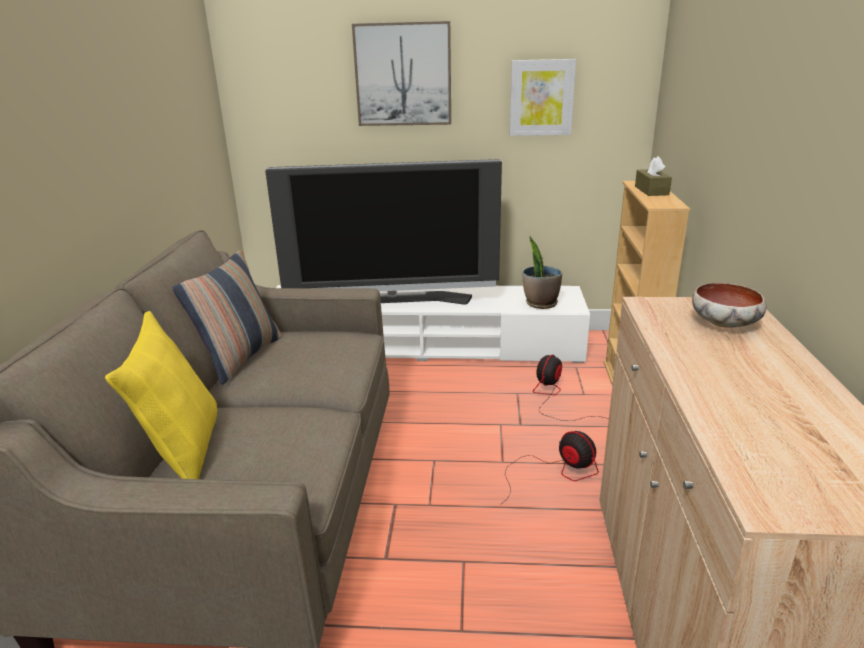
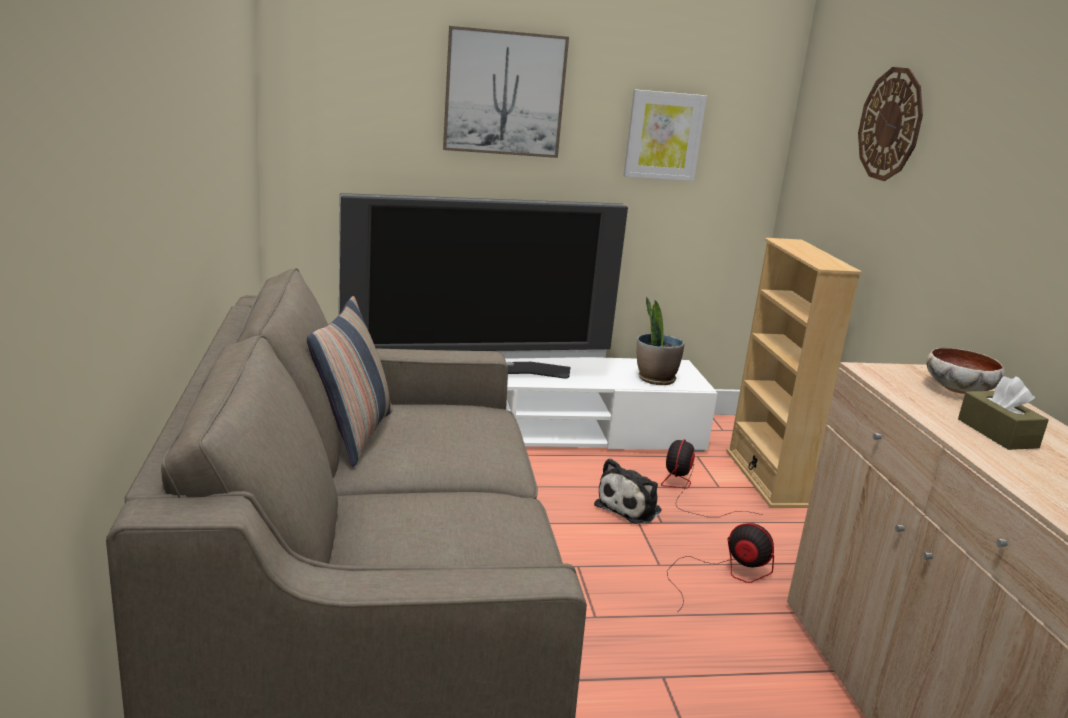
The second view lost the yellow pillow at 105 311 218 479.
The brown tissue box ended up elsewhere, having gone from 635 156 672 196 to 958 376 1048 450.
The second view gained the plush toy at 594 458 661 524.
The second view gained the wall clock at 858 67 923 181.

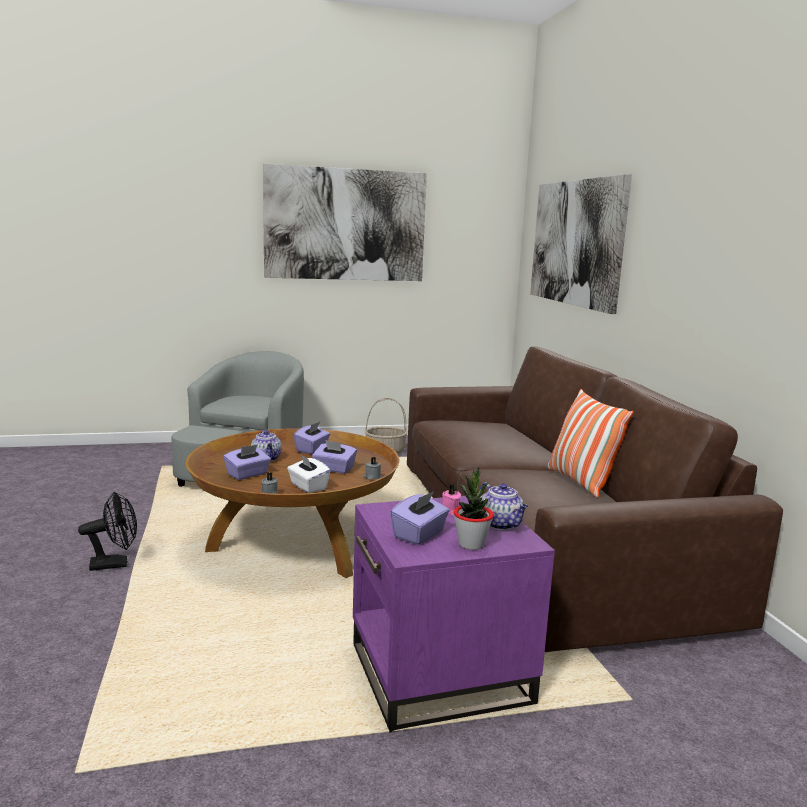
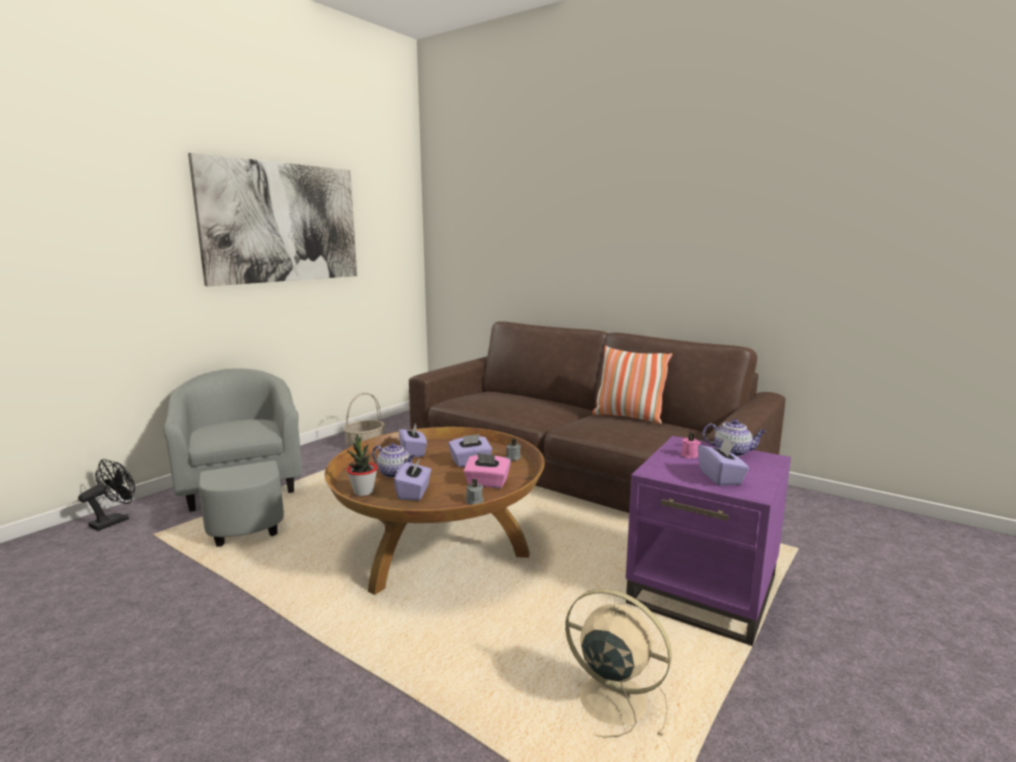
The black fan ended up elsewhere, having gone from 78 492 137 571 to 78 459 135 531.
What was the white tissue box at 287 455 330 493 turned into the pink tissue box at 464 453 511 488.
The potted plant ended up elsewhere, having gone from 453 466 494 550 to 347 434 378 496.
The second view lost the picture at 530 174 632 314.
The second view gained the beige fan at 565 589 672 738.

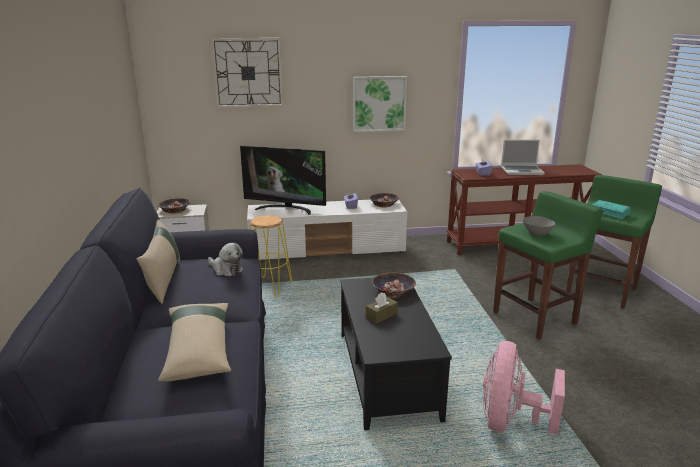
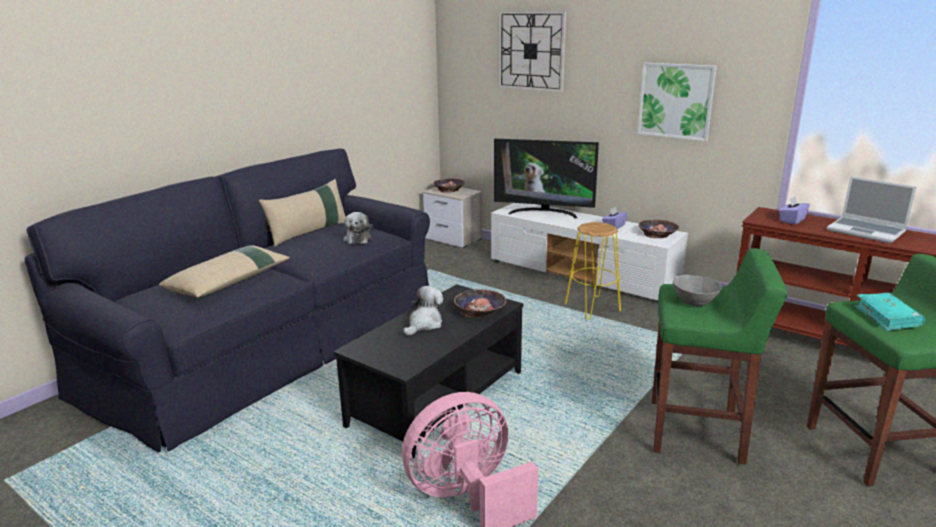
The television at 240 145 326 215 ended up facing another way, 45 degrees counterclockwise from before.
The yellow stool ended up elsewhere, having gone from 249 215 292 296 to 565 222 621 319.
Where the brown tissue box stood at 366 292 398 324, the plush toy came to stand at 403 286 443 336.

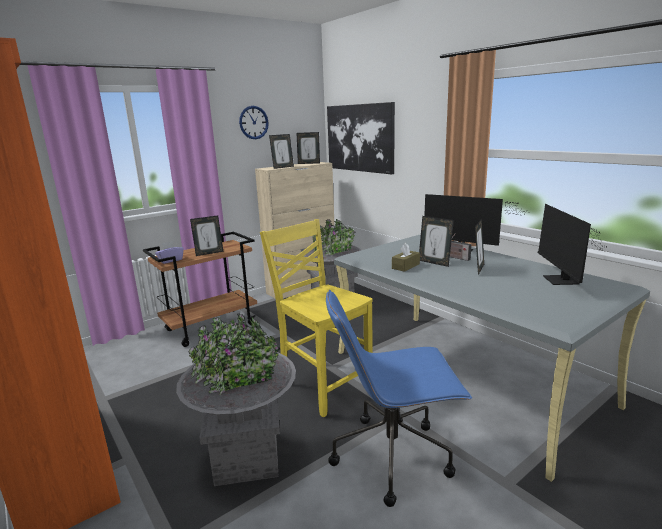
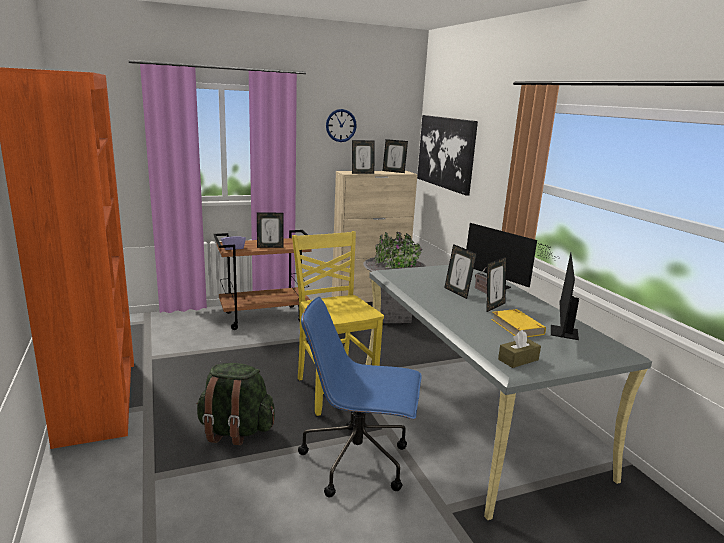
Where the grey planter stood at 176 314 296 486, the green backpack came to stand at 197 363 275 445.
The brown tissue box ended up elsewhere, having gone from 392 243 420 272 to 498 330 541 368.
The second view gained the yellow book at 491 309 546 337.

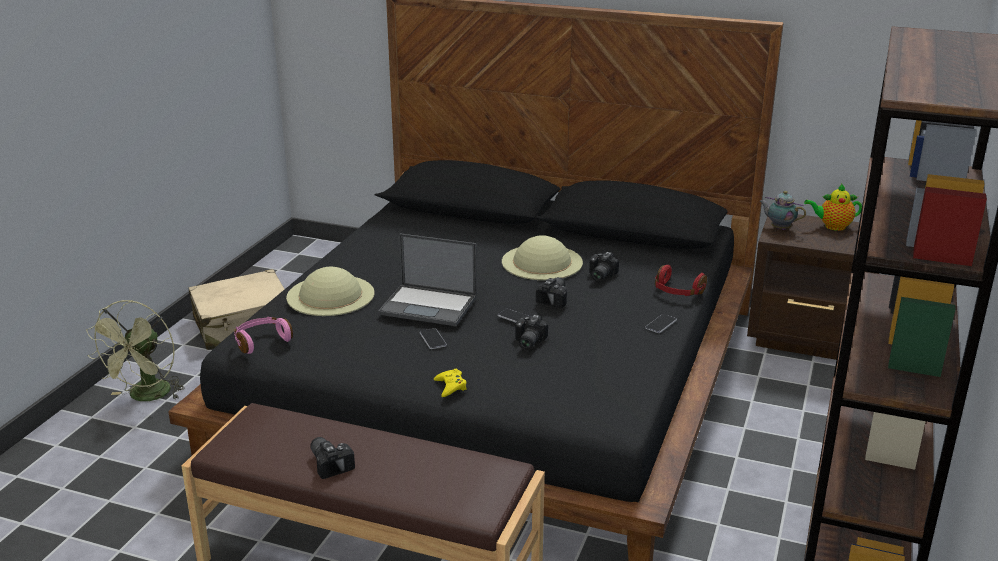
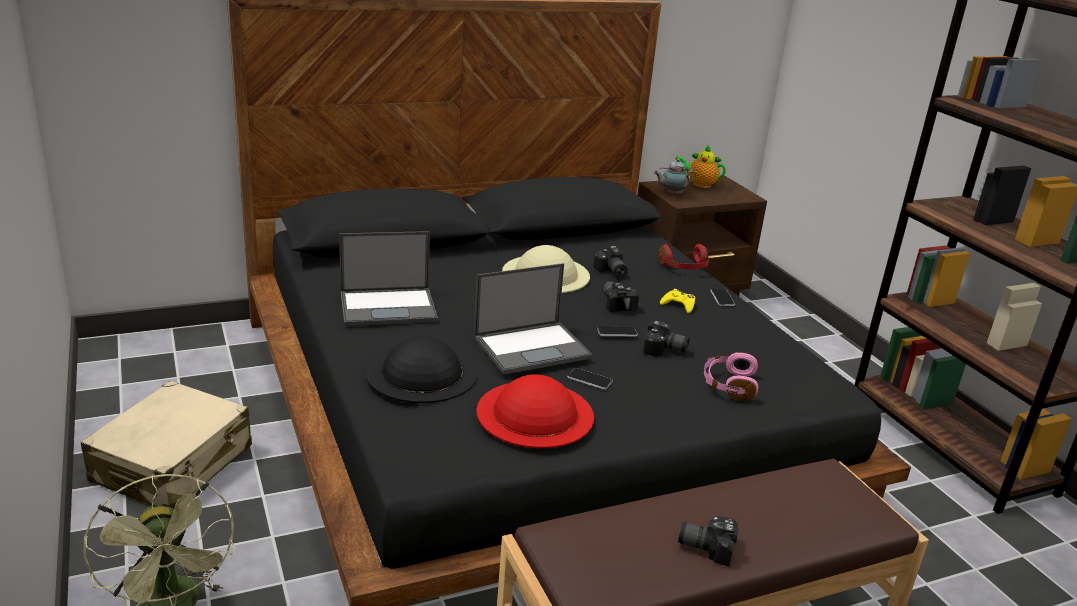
The pink headphones ended up elsewhere, having gone from 234 317 293 354 to 704 352 758 401.
What was the beige hat at 286 267 374 316 turned into the black hat at 365 336 478 403.
The yellow game controller ended up elsewhere, having gone from 434 369 467 397 to 660 289 695 313.
The photo camera at 515 314 548 350 ended up facing another way, 45 degrees counterclockwise from before.
The teapot at 804 184 862 231 ended up facing another way, 60 degrees clockwise from before.
The second view gained the laptop at 339 231 438 326.
The second view gained the red hat at 476 374 594 448.

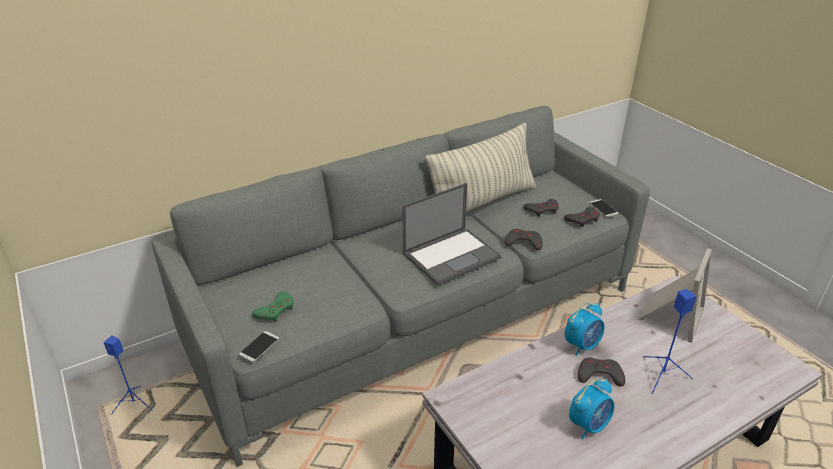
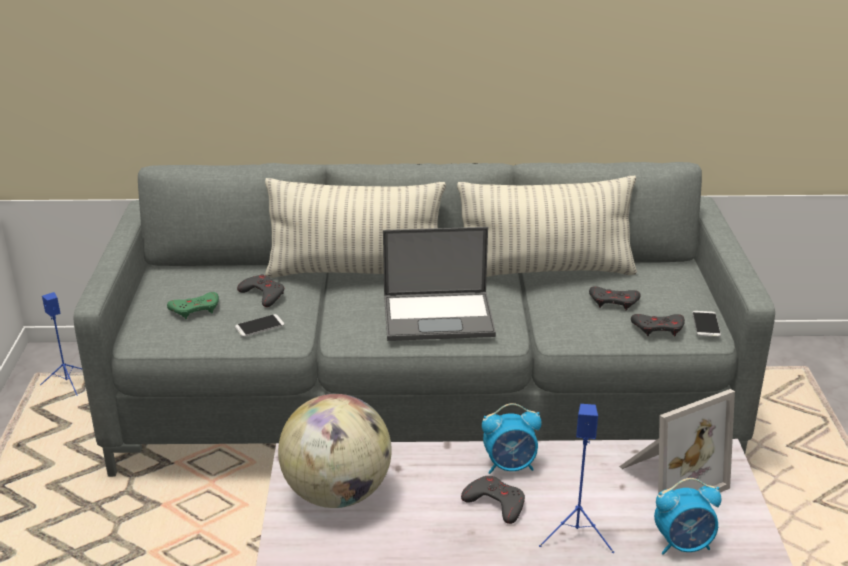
The phone ended up elsewhere, having gone from 239 331 279 362 to 235 314 285 337.
The grey game controller ended up elsewhere, having gone from 505 228 543 250 to 237 274 284 307.
The alarm clock ended up elsewhere, having gone from 569 378 614 440 to 654 478 721 555.
The second view gained the pillow at 265 178 446 278.
The second view gained the globe at 278 394 392 508.

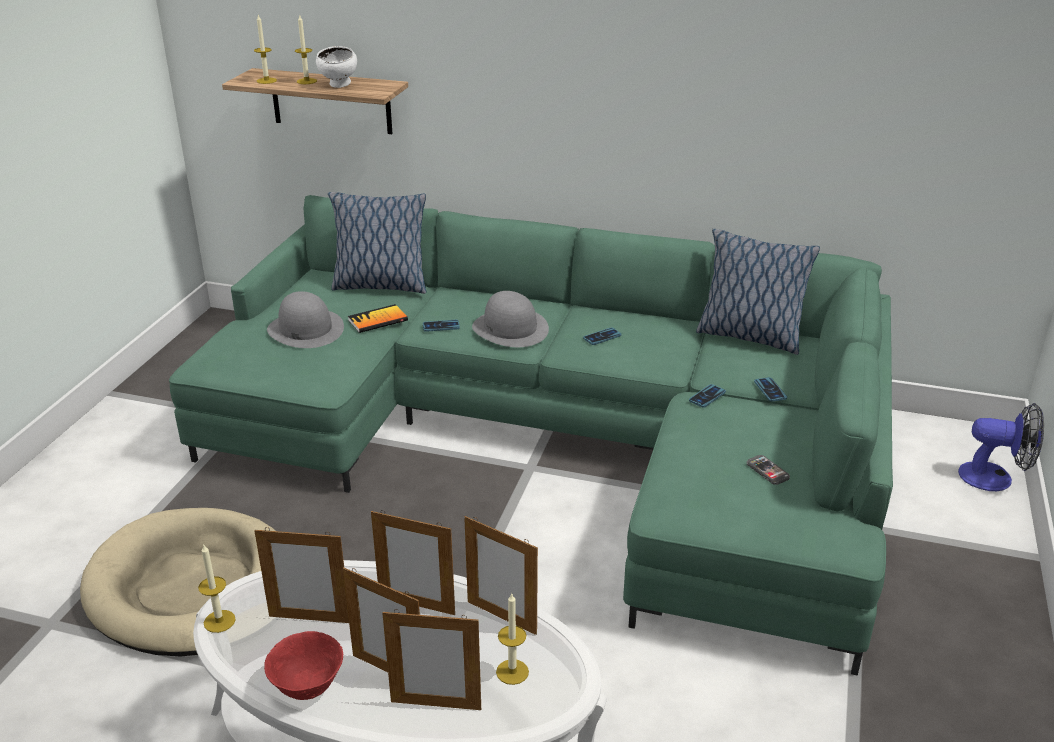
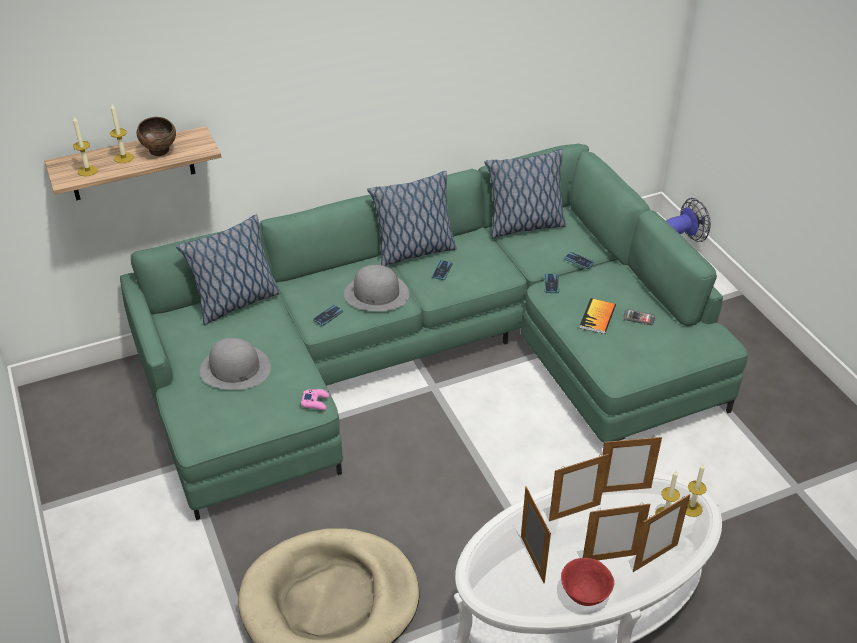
The candle ended up elsewhere, having gone from 198 545 236 633 to 686 463 706 517.
The picture frame at 254 527 349 623 ended up facing another way, 75 degrees counterclockwise from before.
What was the white bowl at 316 46 357 88 turned into the brown bowl at 137 117 176 156.
The book ended up elsewhere, having gone from 348 304 408 333 to 580 298 616 334.
The second view gained the pink game controller at 301 389 329 410.
The second view gained the pillow at 367 171 457 266.

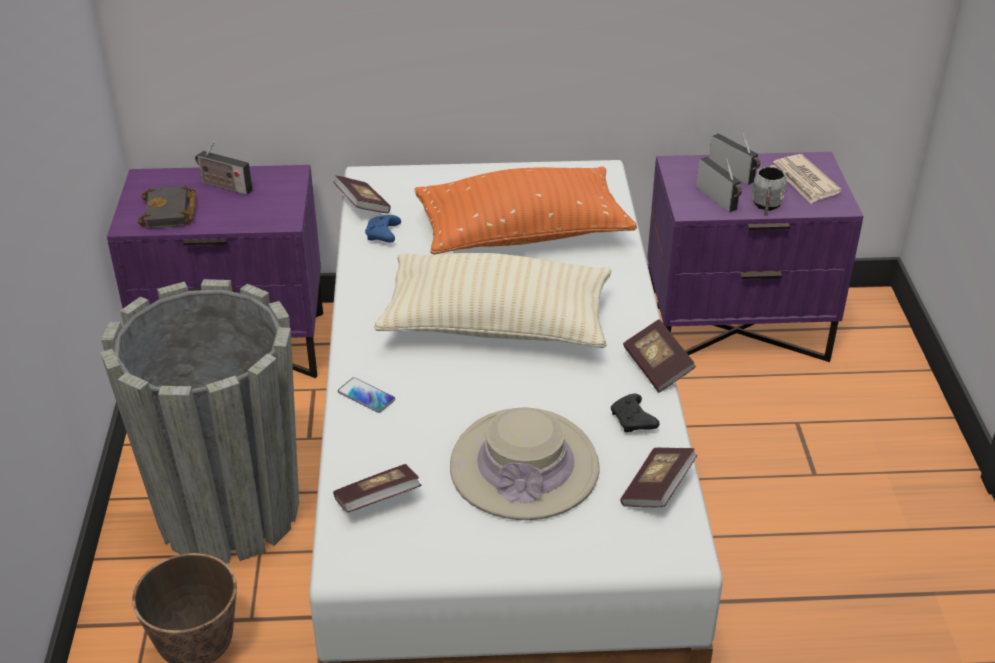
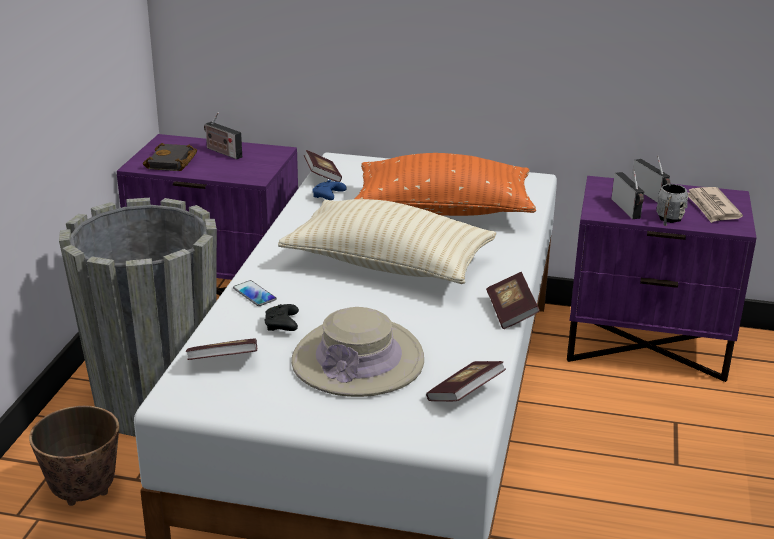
The black game controller ended up elsewhere, having gone from 611 394 659 432 to 264 304 299 331.

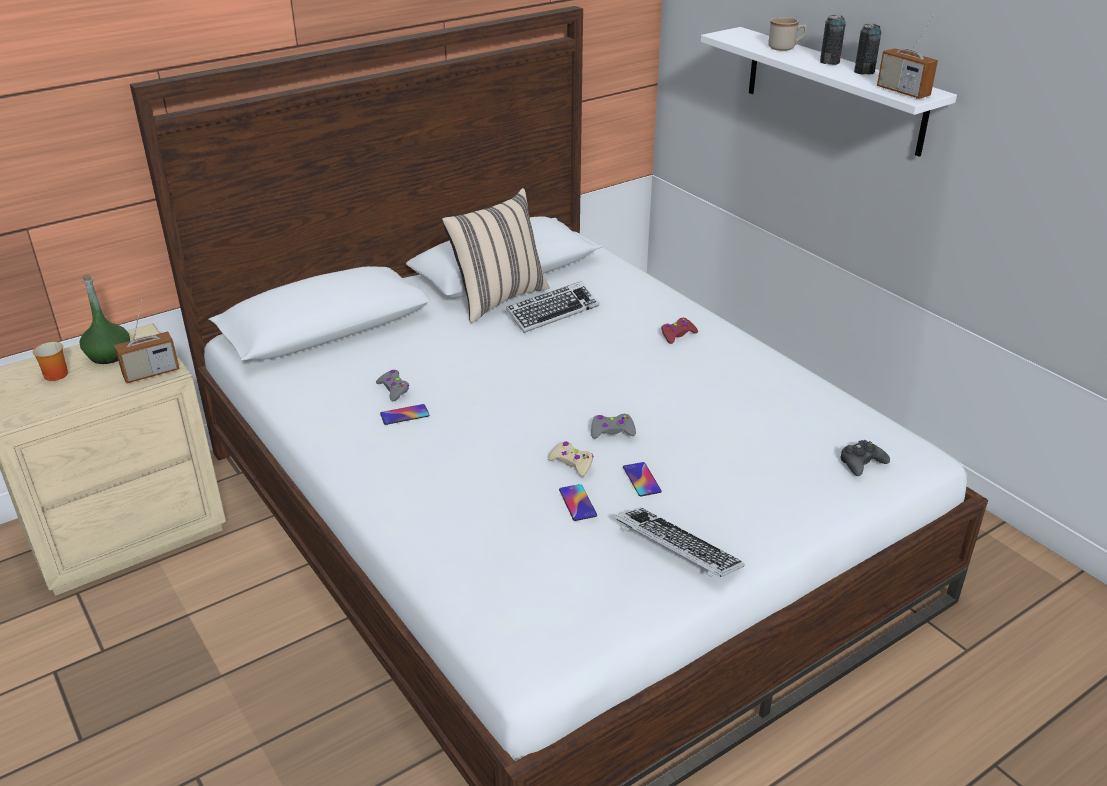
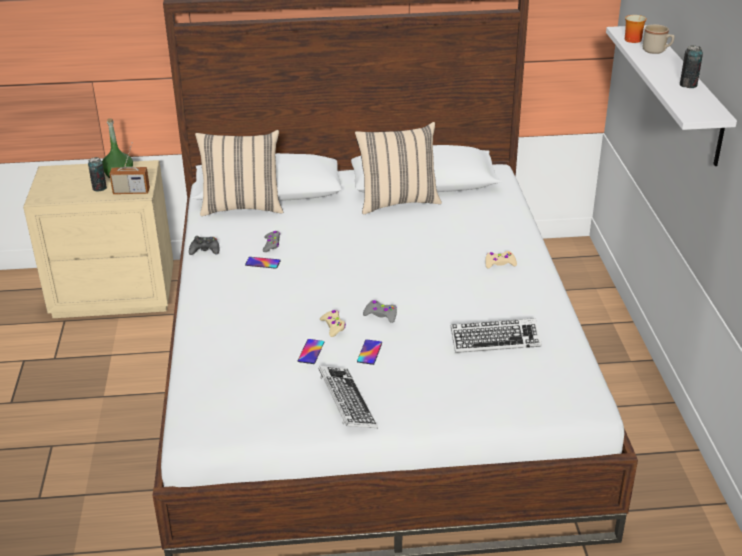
The mug ended up elsewhere, having gone from 32 342 68 381 to 625 15 647 43.
The keyboard ended up elsewhere, having gone from 506 281 599 333 to 451 318 542 353.
What was the red game controller at 661 318 698 344 turned into the beige game controller at 485 251 517 269.
The can ended up elsewhere, having gone from 820 15 846 65 to 88 157 107 192.
The black game controller ended up elsewhere, having gone from 840 440 890 476 to 189 236 219 255.
The second view lost the radio at 877 14 938 99.
The second view gained the beige pillow at 195 130 283 216.

